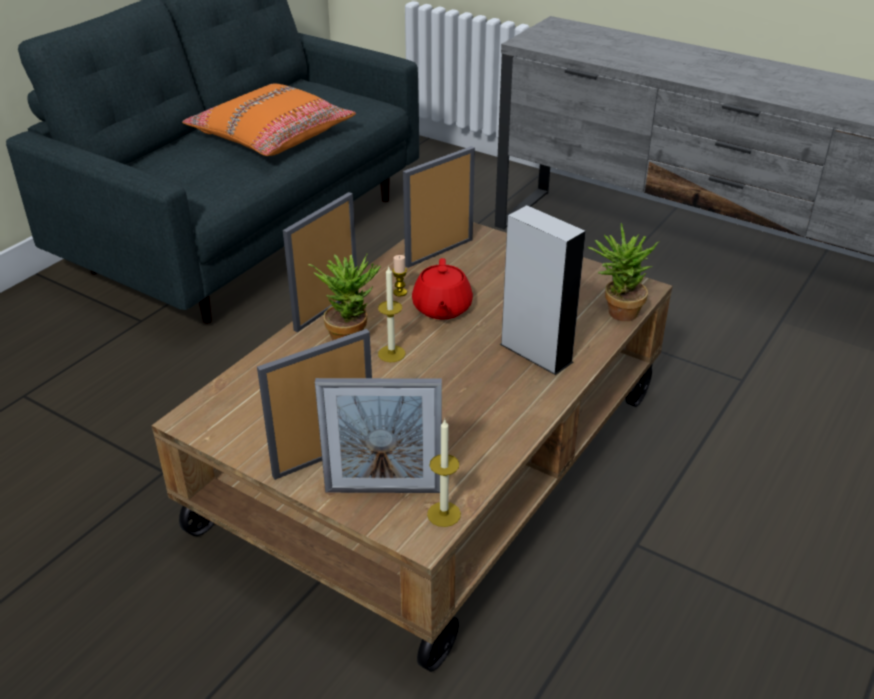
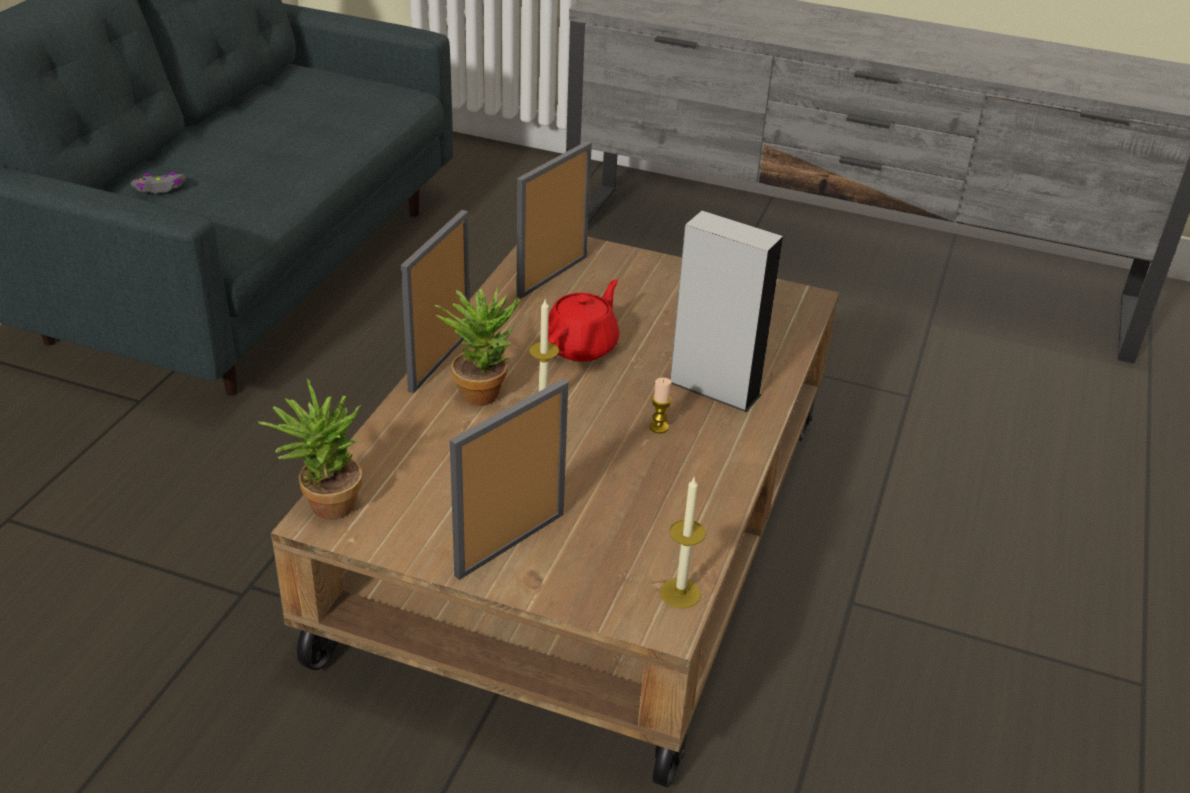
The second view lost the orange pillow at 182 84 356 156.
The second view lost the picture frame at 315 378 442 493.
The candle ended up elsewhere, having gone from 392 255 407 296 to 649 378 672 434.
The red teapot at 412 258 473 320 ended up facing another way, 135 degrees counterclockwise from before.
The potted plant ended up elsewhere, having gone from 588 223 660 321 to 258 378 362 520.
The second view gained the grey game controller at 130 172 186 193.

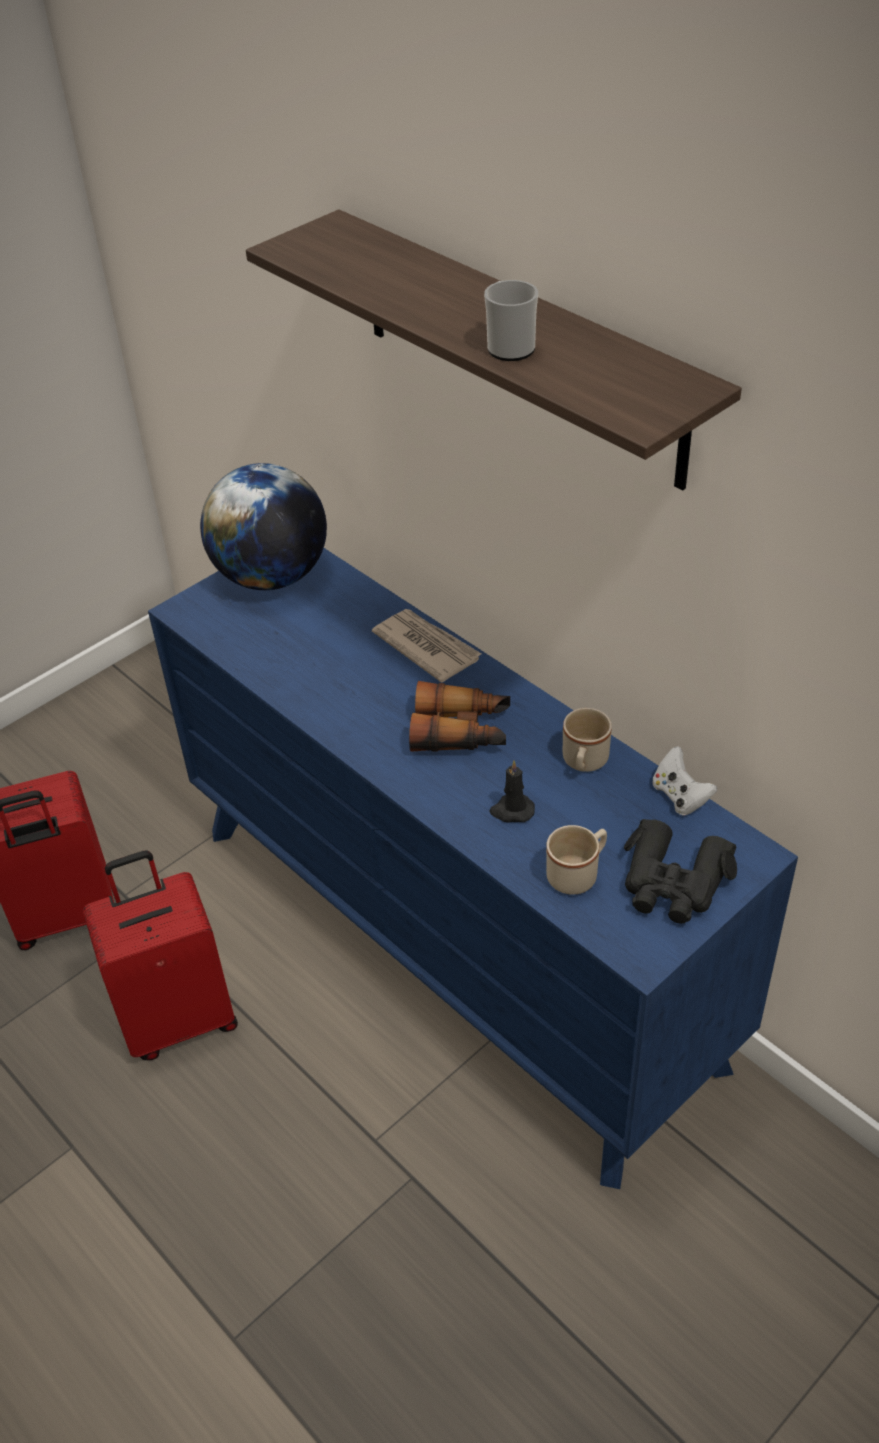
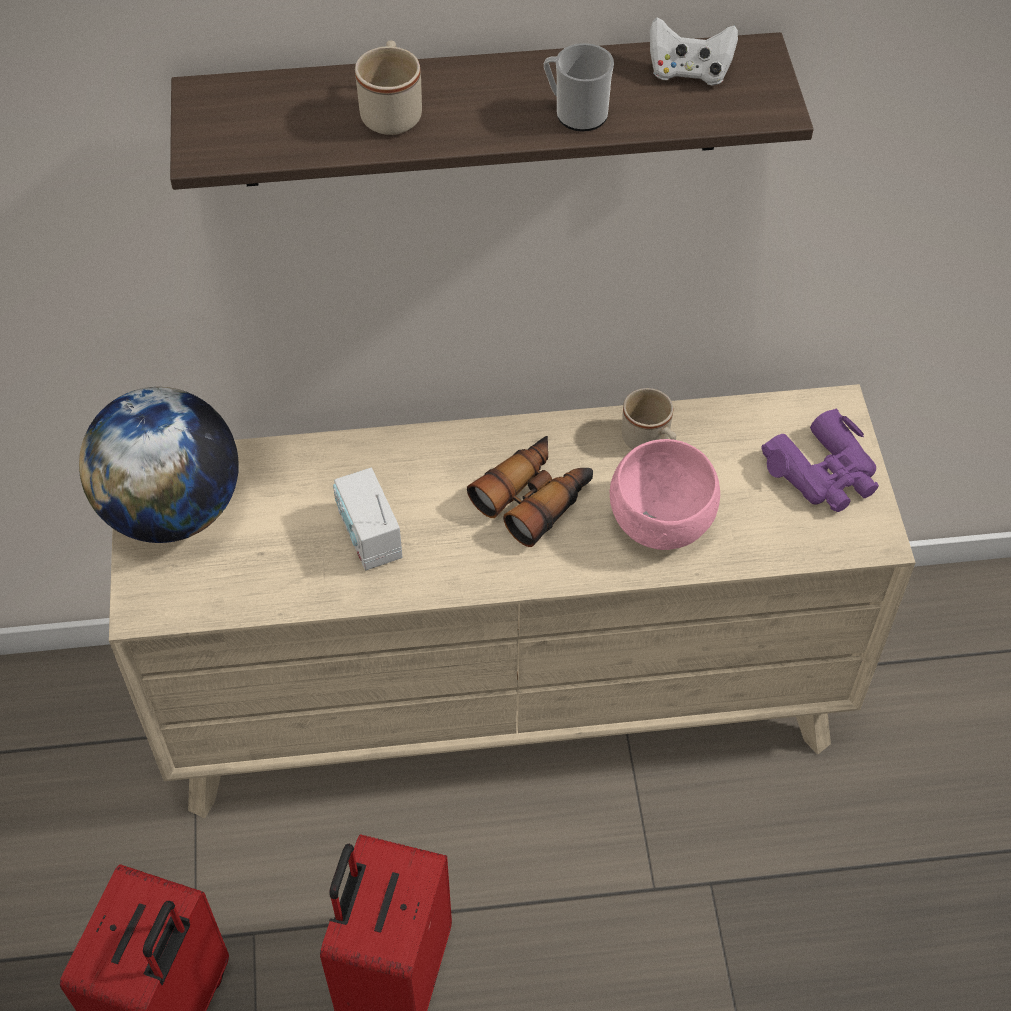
What was the blue dresser at 148 548 798 1189 turned into the beige dresser at 109 384 916 818.
The second view lost the newspaper at 372 609 481 683.
Where the black candle stood at 490 760 535 823, the pink bowl came to stand at 610 439 720 550.
The beige mug ended up elsewhere, having gone from 546 825 607 895 to 355 40 422 135.
What was the black binoculars at 624 819 737 924 turned into the purple binoculars at 761 409 879 512.
The white game controller ended up elsewhere, having gone from 652 746 717 816 to 650 17 738 85.
The second view gained the radio at 333 468 402 570.

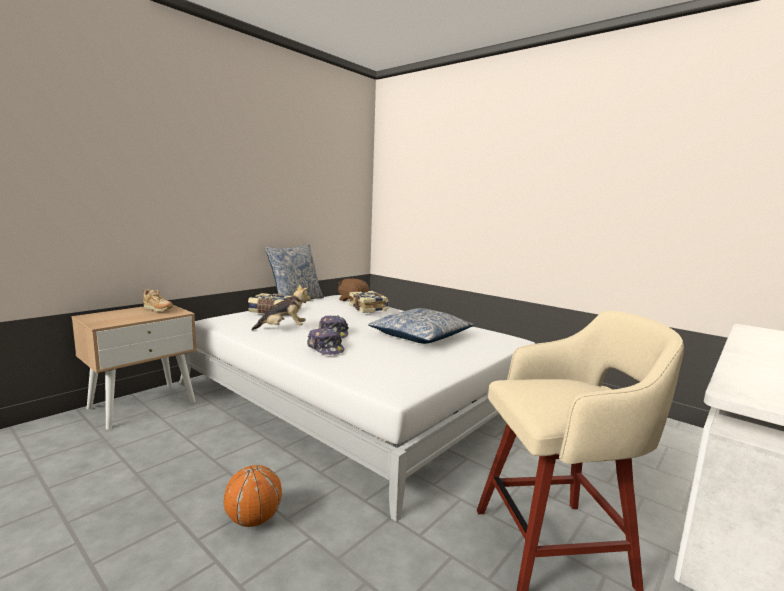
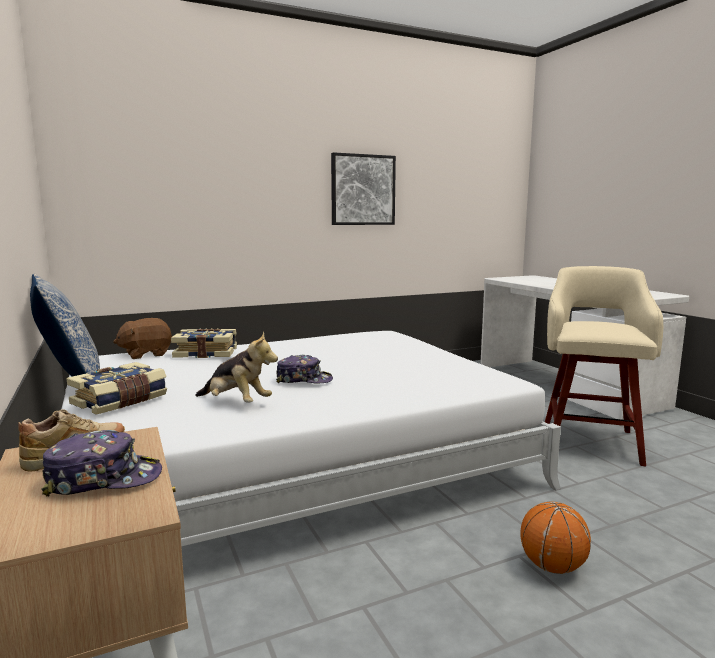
The plush toy at 252 285 311 330 ended up facing another way, 105 degrees clockwise from before.
The cap ended up elsewhere, having gone from 307 328 344 355 to 42 430 162 497.
The second view lost the pillow at 368 308 474 344.
The second view gained the picture at 331 152 396 225.

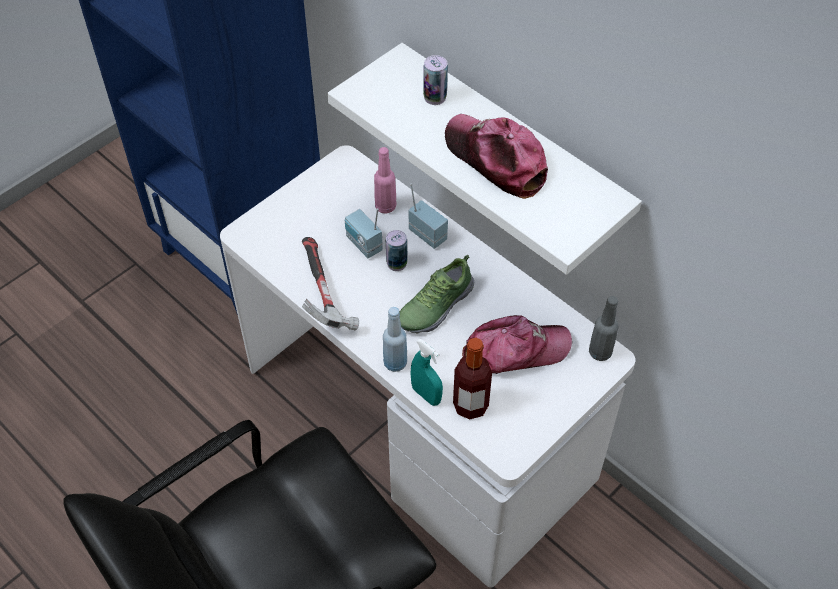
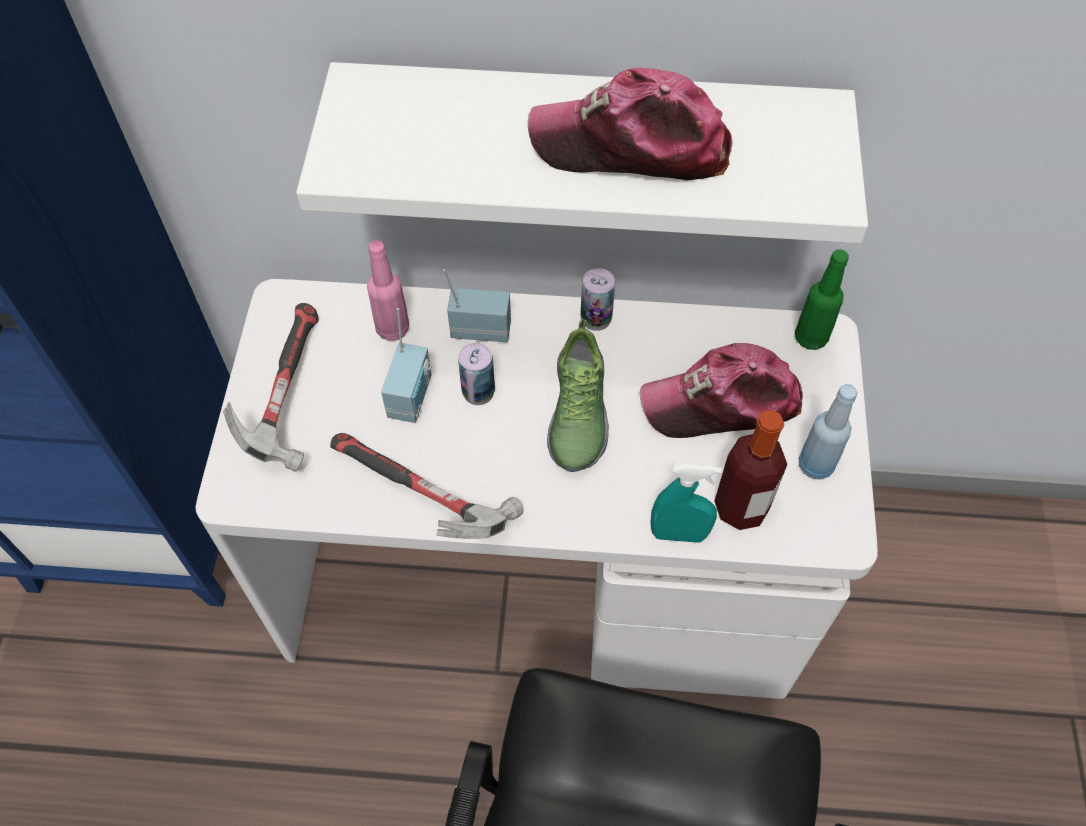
The radio at 345 208 383 258 ended up facing another way, 90 degrees counterclockwise from before.
The blue bottle ended up elsewhere, having gone from 383 307 407 372 to 799 384 857 480.
The can ended up elsewhere, having gone from 423 55 448 105 to 581 268 615 331.
The cap at 462 315 572 374 ended up facing another way, 135 degrees counterclockwise from before.
What was the grey bottle at 589 296 619 361 turned into the green bottle at 795 249 849 350.
The second view gained the hammer at 223 303 318 472.

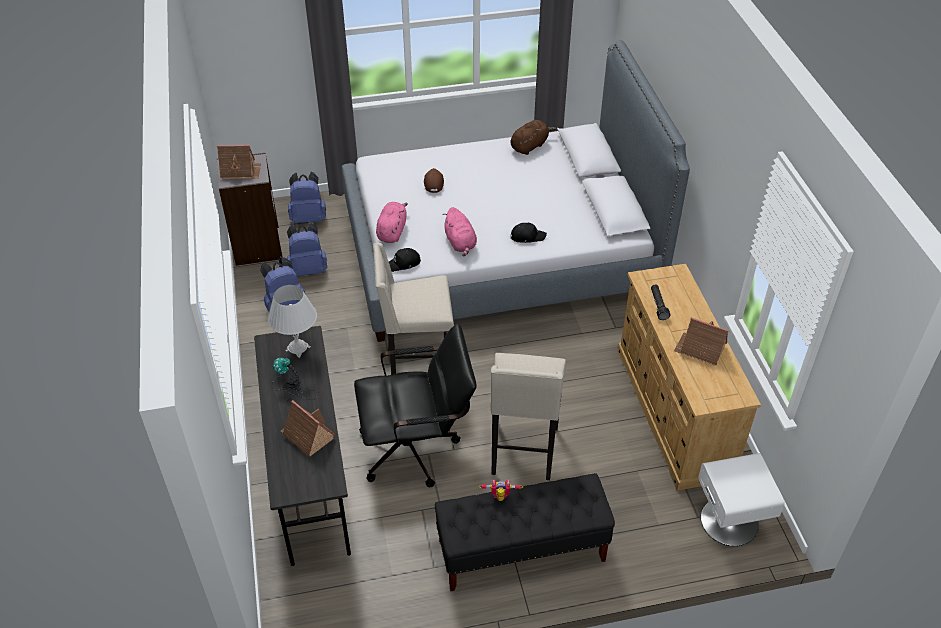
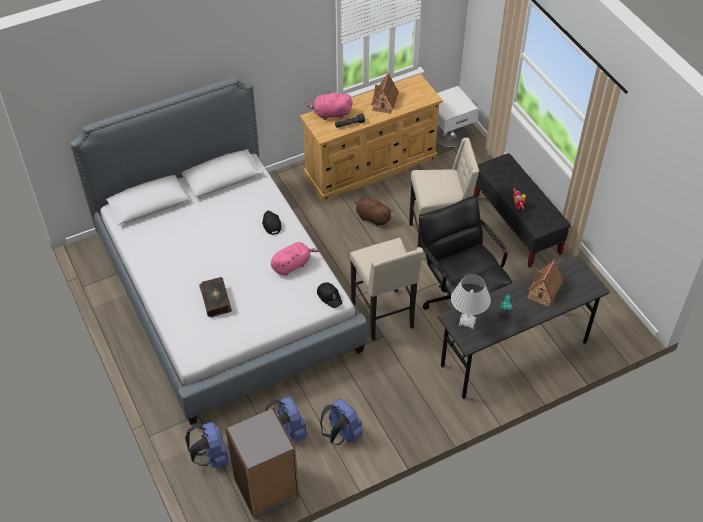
The second view lost the toy house at 217 145 261 179.
The pink plush toy ended up elsewhere, having gone from 376 202 408 243 to 305 91 353 120.
Where the brown cap stood at 424 168 444 193, the book came to stand at 199 277 232 317.
The brown plush toy ended up elsewhere, having gone from 511 120 556 155 to 354 196 393 227.

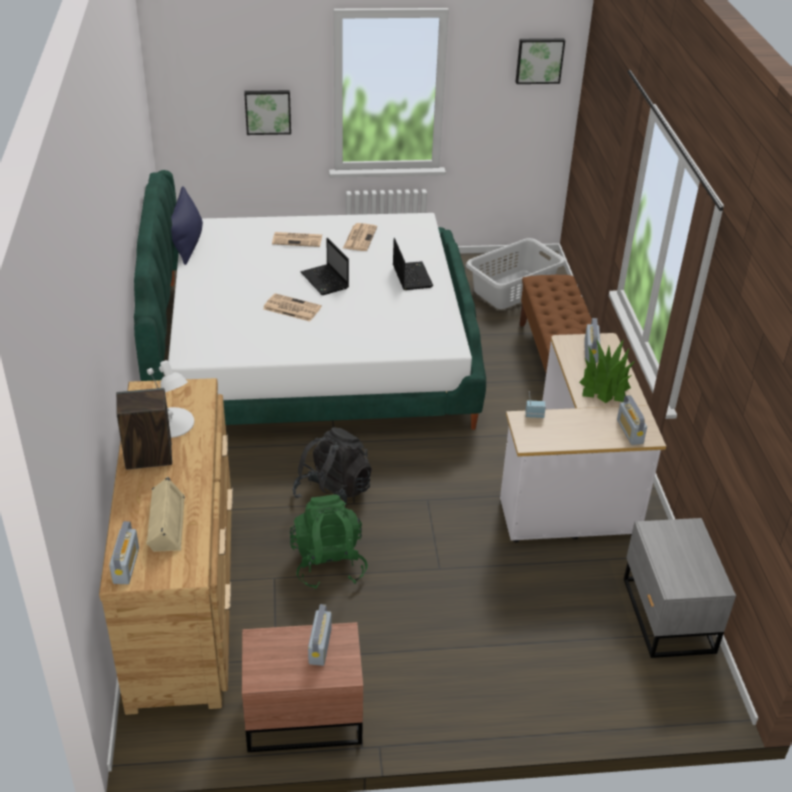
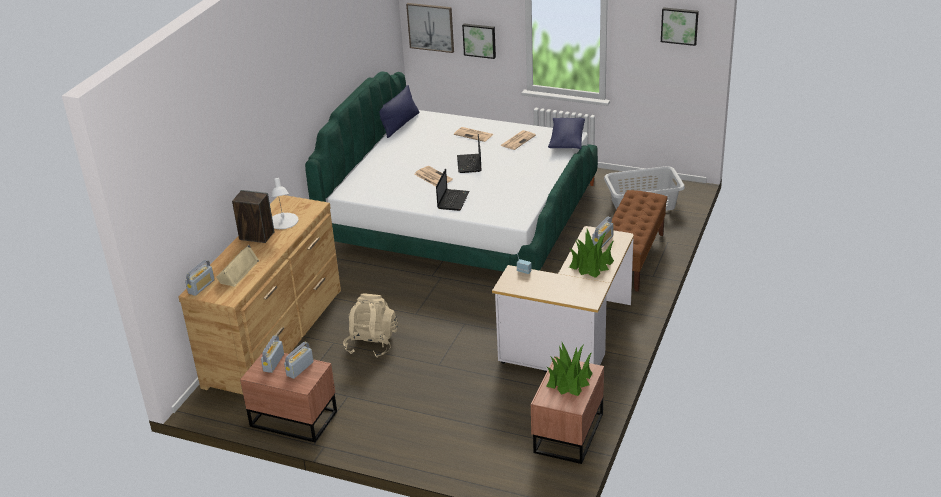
What was the green backpack at 290 494 368 589 turned into the beige backpack at 343 293 398 358.
The second view lost the black backpack at 292 427 372 506.
The laptop ended up elsewhere, having gone from 393 238 433 290 to 436 168 470 211.
The radio ended up elsewhere, having gone from 617 395 647 445 to 261 335 284 373.
What was the grey nightstand at 624 518 736 658 turned into the brown nightstand at 531 356 604 464.
The second view gained the picture at 406 3 454 53.
The second view gained the potted plant at 546 341 593 396.
The second view gained the blue pillow at 548 117 585 149.

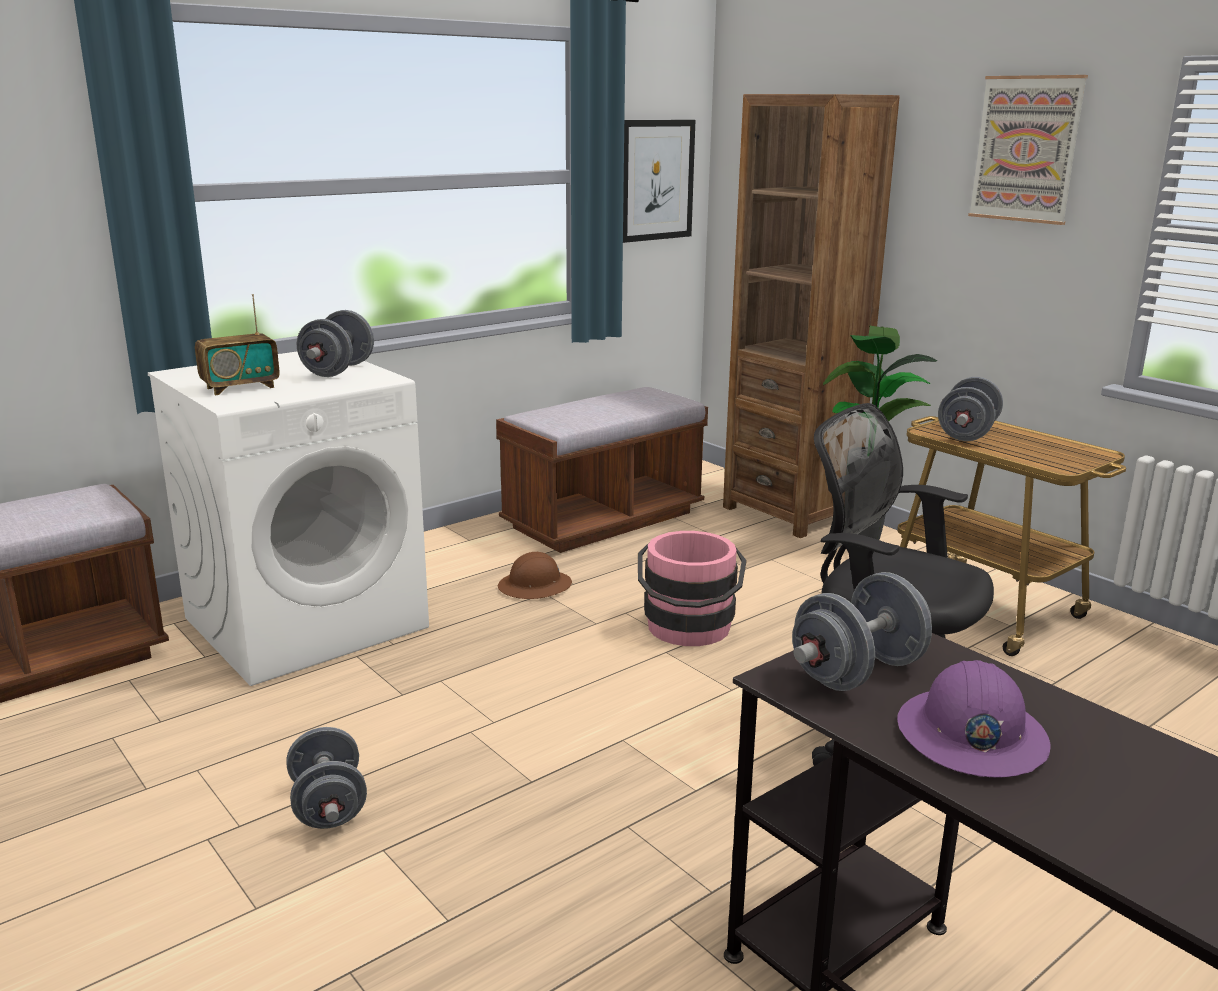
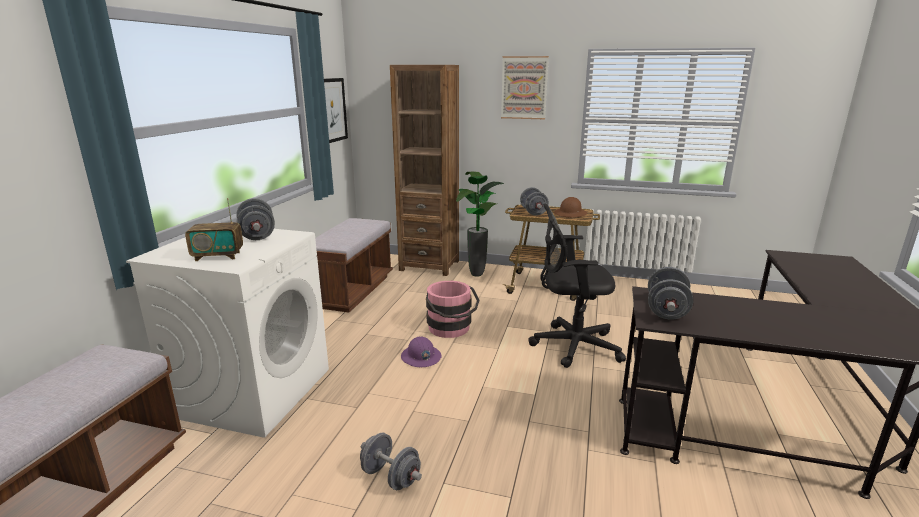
The radio at 195 294 280 396 ended up facing another way, 60 degrees clockwise from before.
The brown hard hat ended up elsewhere, having gone from 498 552 572 599 to 554 197 587 218.
The purple hard hat ended up elsewhere, having gone from 897 660 1051 778 to 401 336 441 367.

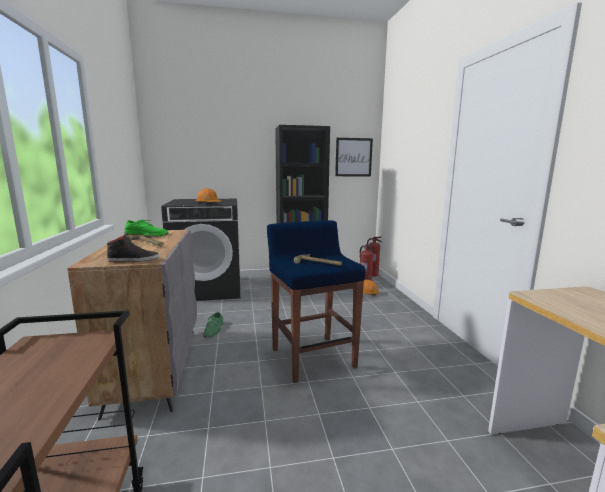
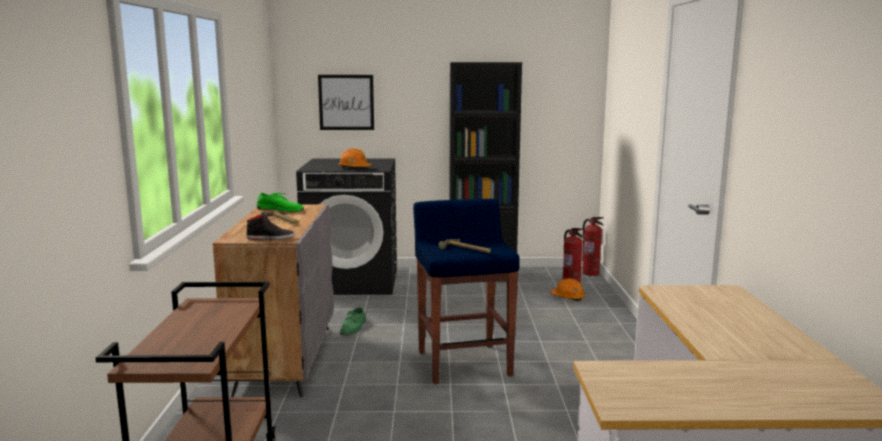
The picture ended up elsewhere, having gone from 335 138 373 176 to 318 75 374 130.

